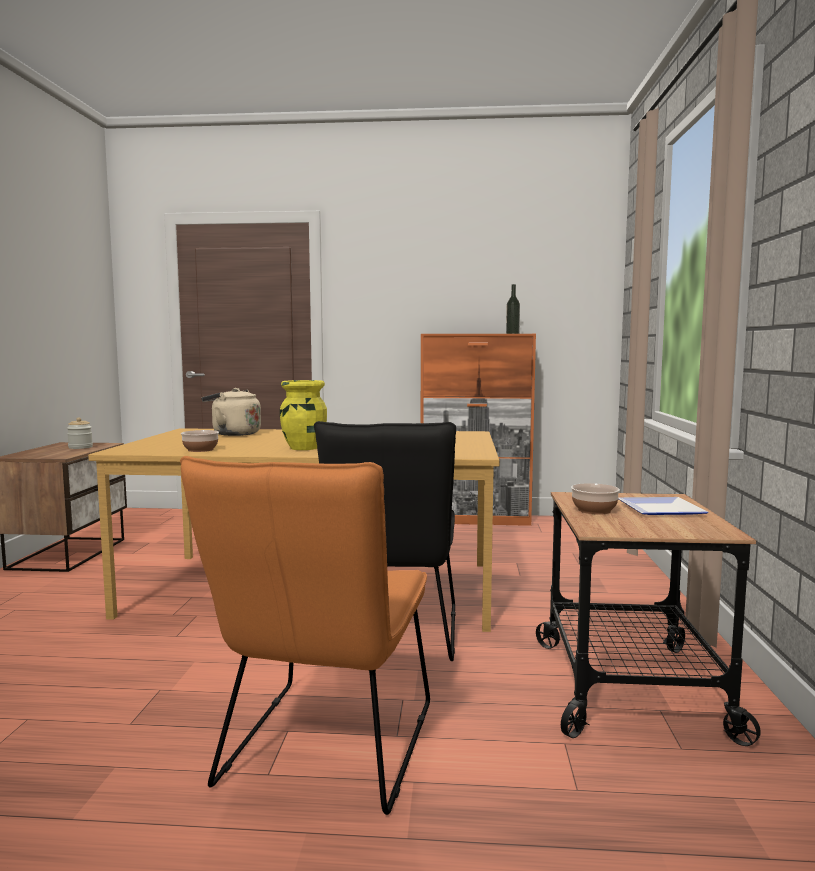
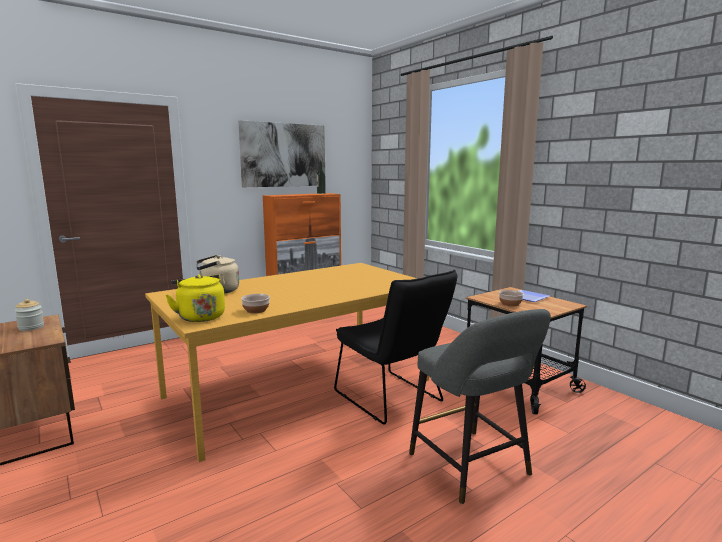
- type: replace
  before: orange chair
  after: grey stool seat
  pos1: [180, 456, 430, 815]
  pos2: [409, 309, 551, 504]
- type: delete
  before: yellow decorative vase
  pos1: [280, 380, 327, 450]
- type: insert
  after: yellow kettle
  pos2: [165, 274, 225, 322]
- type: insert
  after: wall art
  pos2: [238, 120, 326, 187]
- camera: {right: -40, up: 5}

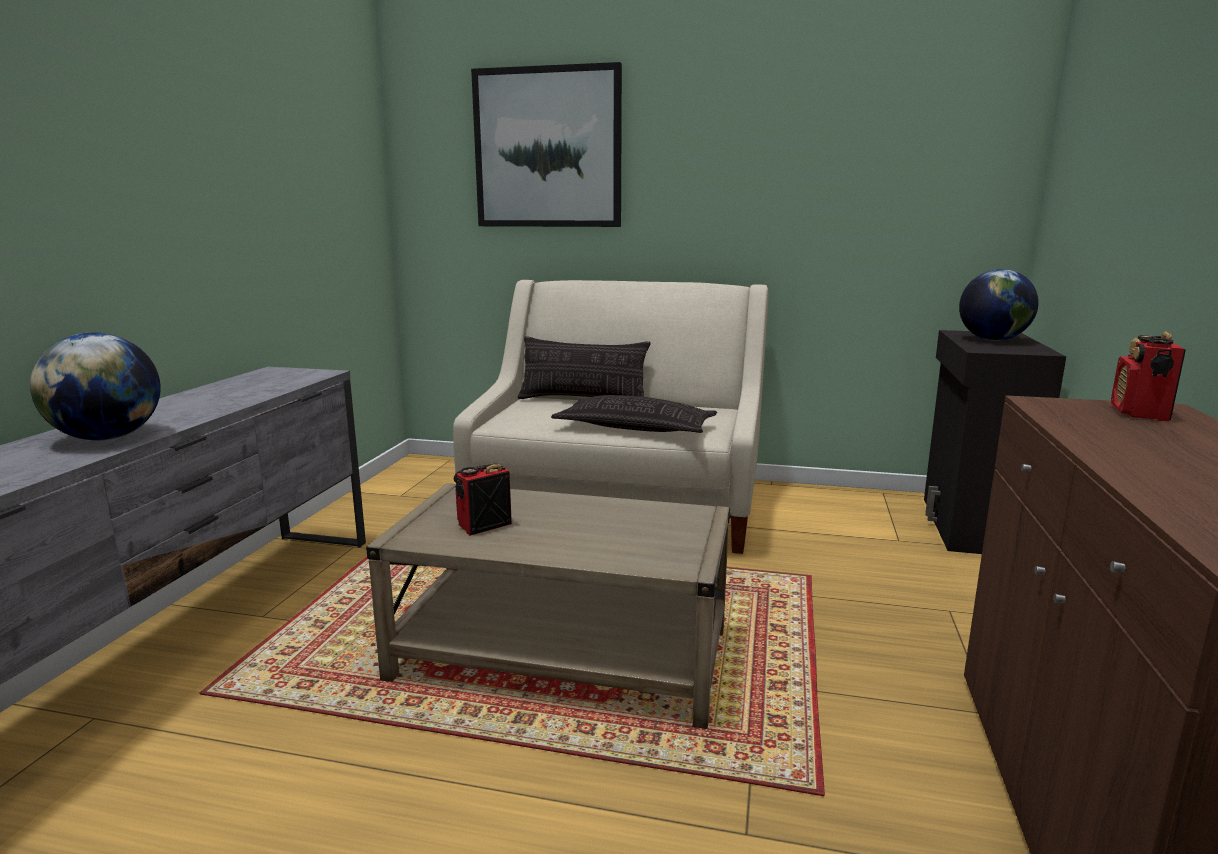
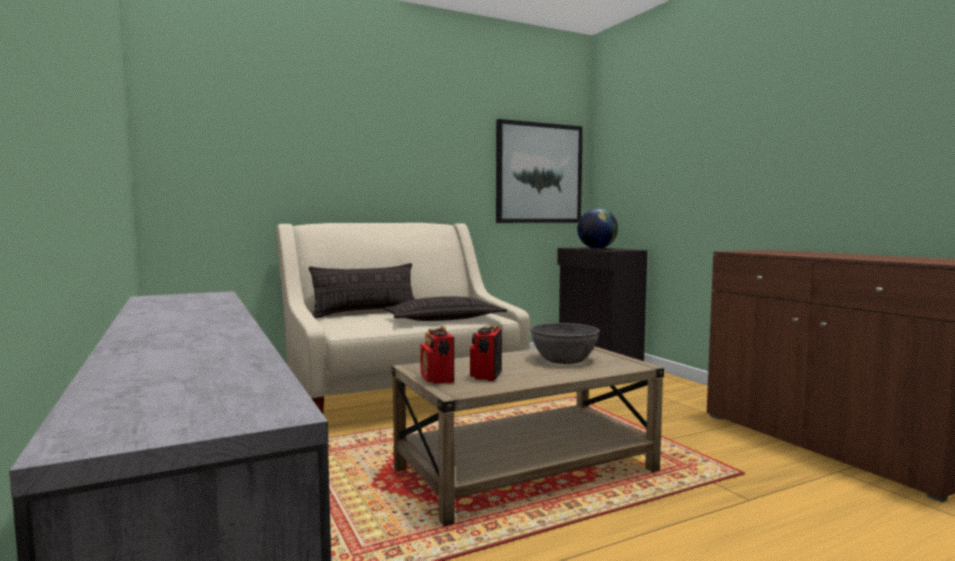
- type: delete
  before: world globe
  pos1: [30, 332, 161, 440]
- type: move
  before: wall art
  pos1: [471, 62, 622, 227]
  pos2: [496, 119, 583, 223]
- type: move
  before: radio
  pos1: [1111, 332, 1186, 422]
  pos2: [420, 326, 454, 384]
- type: insert
  after: grey serving bowl
  pos2: [530, 323, 600, 364]
- camera: {right: -40, up: -10}

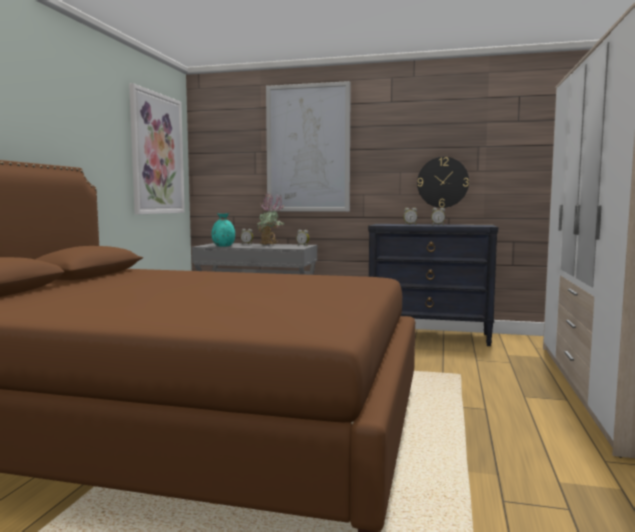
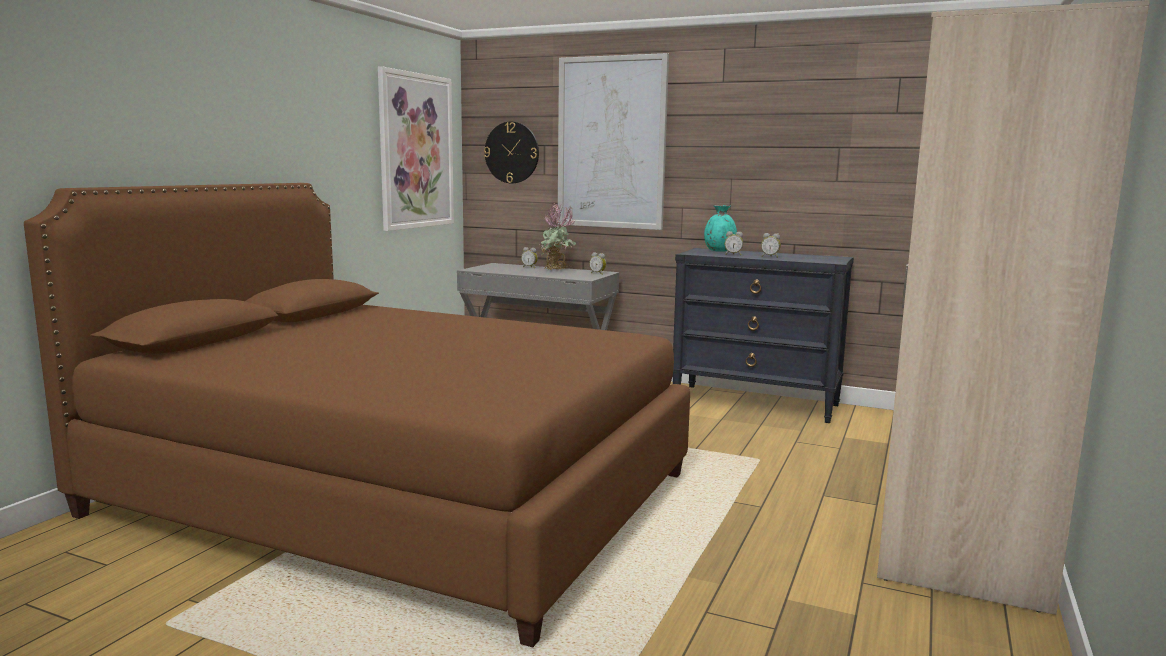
- type: move
  before: turquoise decorative vase
  pos1: [212, 213, 235, 247]
  pos2: [704, 205, 737, 252]
- type: move
  before: wall clock
  pos1: [417, 157, 469, 208]
  pos2: [484, 122, 539, 184]
- camera: {right: 10, up: 5}

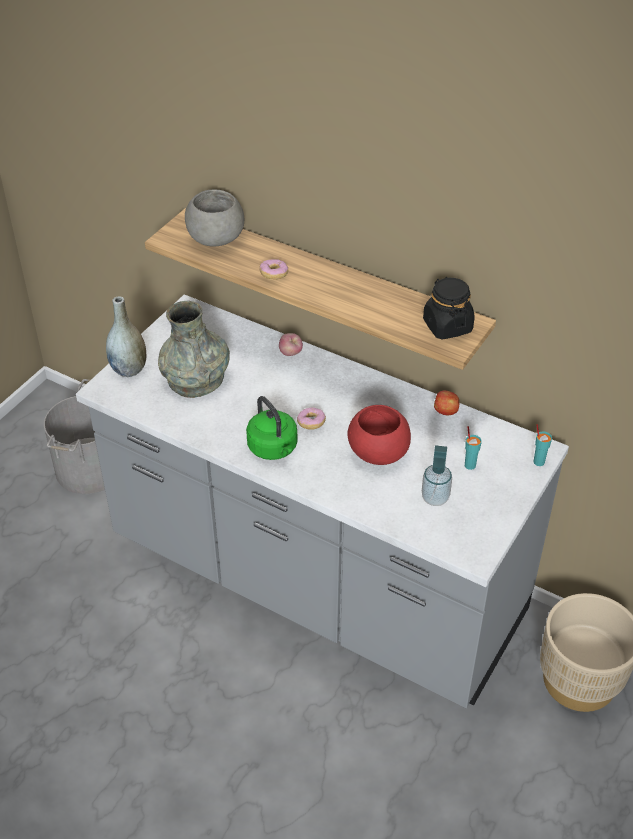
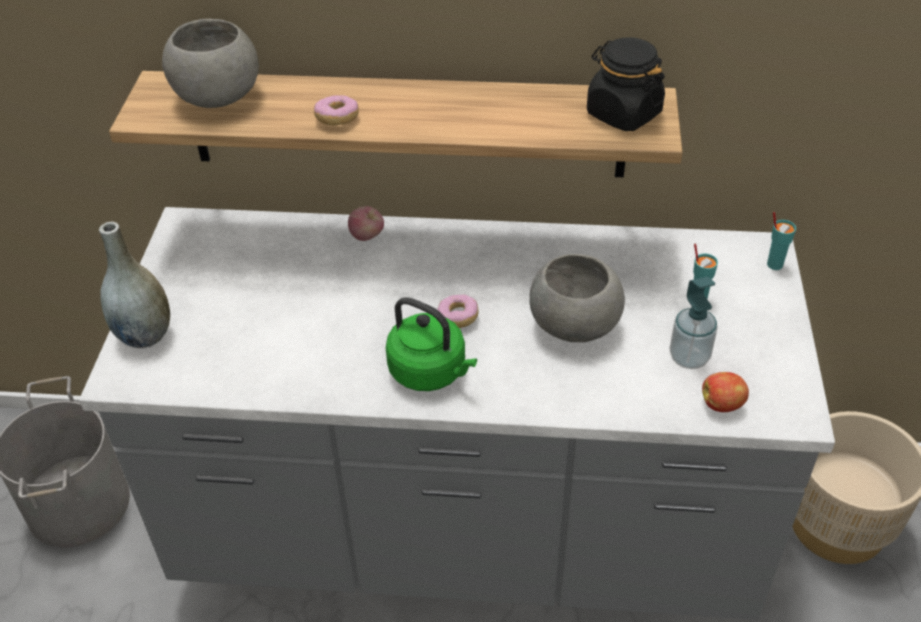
- type: delete
  before: grey decorative vase
  pos1: [158, 301, 230, 398]
- type: recolor
  before: reddish serving bowl
  after: grey serving bowl
  pos1: [347, 405, 411, 465]
  pos2: [529, 254, 625, 342]
- type: move
  before: apple fruit
  pos1: [434, 391, 459, 415]
  pos2: [702, 372, 749, 412]
- camera: {right: -25, up: 0}

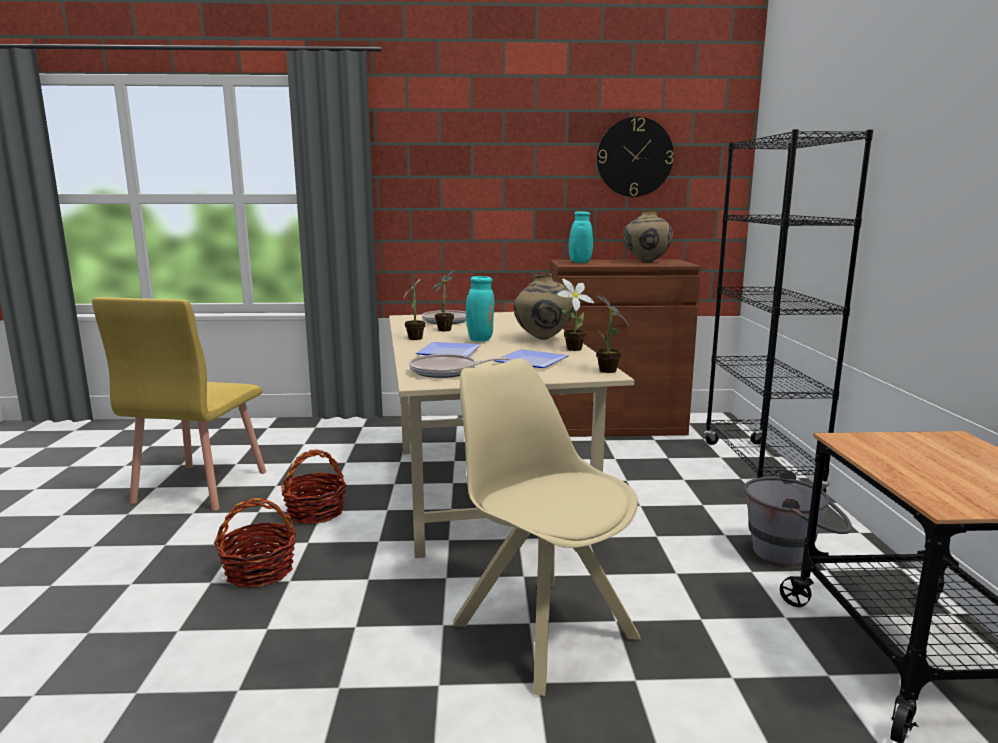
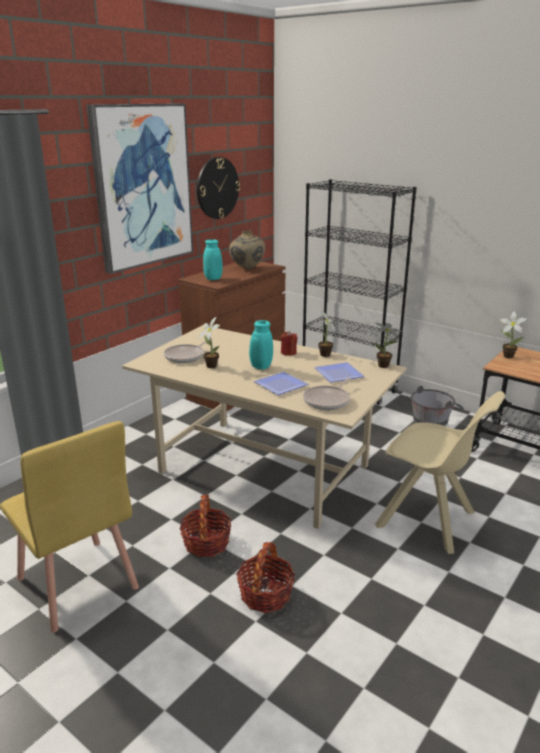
- type: move
  before: plant in a pot
  pos1: [402, 279, 425, 340]
  pos2: [500, 312, 527, 358]
- type: rotate
  before: beige chair
  pos1: [453, 358, 641, 696]
  pos2: [375, 391, 505, 554]
  turn: -150
- type: replace
  before: beige decorative vase
  after: reddish wax light
  pos1: [514, 274, 574, 340]
  pos2: [281, 331, 298, 356]
- type: insert
  after: wall art
  pos2: [86, 103, 193, 274]
- camera: {right: -50, up: 10}

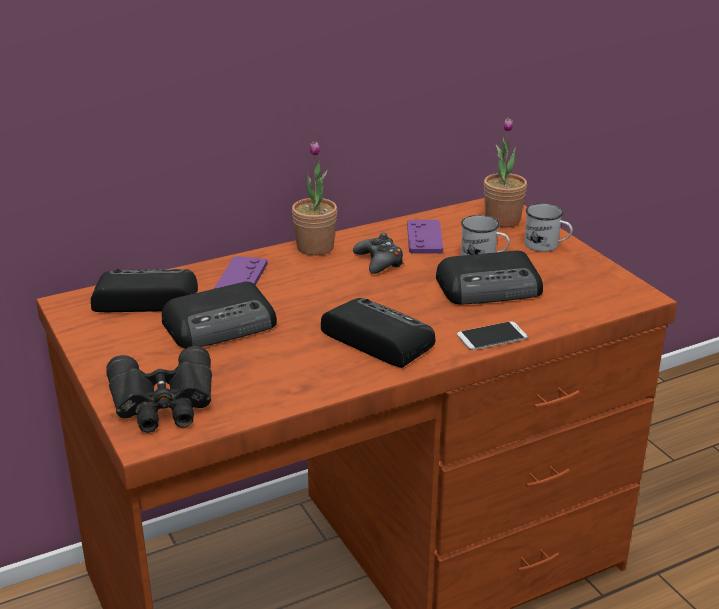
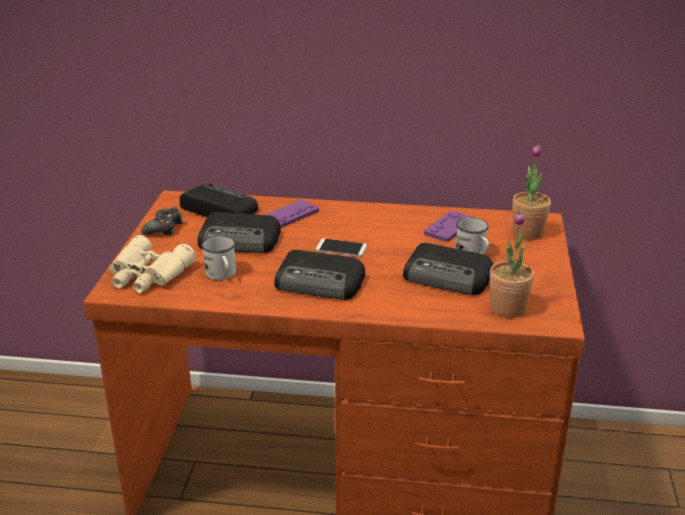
- type: recolor
  before: blackish pair of binoculars
  after: beige pair of binoculars
  pos1: [106, 346, 212, 433]
  pos2: [110, 235, 196, 293]
- type: move
  before: plant in a pot
  pos1: [292, 141, 337, 256]
  pos2: [490, 212, 534, 318]
- type: rotate
  before: radio
  pos1: [321, 298, 435, 368]
  pos2: [274, 250, 365, 300]
  turn: 120
- type: move
  before: blackish gamepad
  pos1: [353, 233, 404, 274]
  pos2: [141, 207, 183, 236]
- type: move
  before: telephone
  pos1: [457, 321, 528, 350]
  pos2: [316, 239, 367, 257]
- type: move
  before: whitish tea mug
  pos1: [524, 203, 573, 252]
  pos2: [201, 236, 236, 280]
- camera: {right: 35, up: 0}

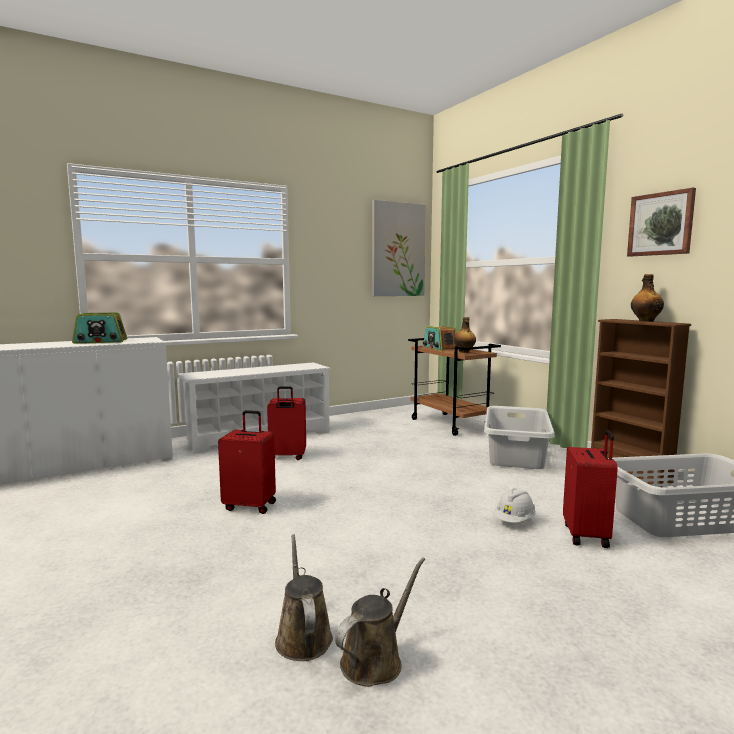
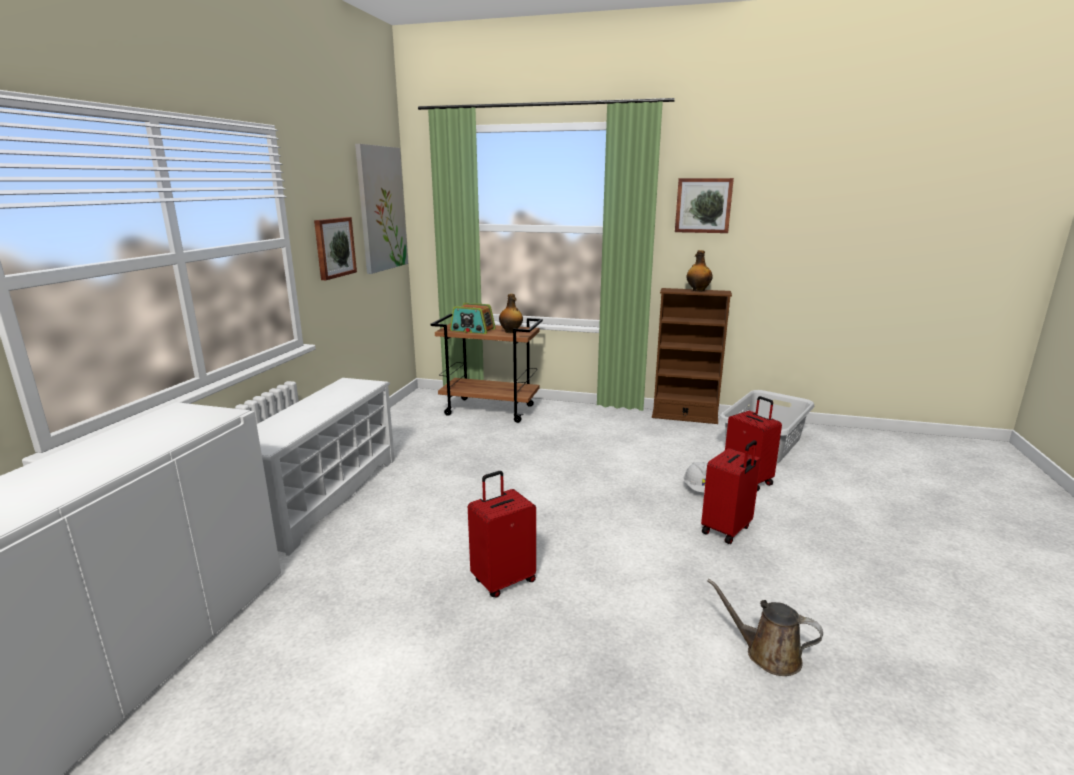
- type: delete
  before: radio
  pos1: [72, 312, 127, 344]
- type: move
  before: reddish piece of luggage
  pos1: [267, 386, 306, 460]
  pos2: [701, 440, 761, 544]
- type: delete
  before: brownish sprinkling can
  pos1: [335, 558, 425, 687]
- type: delete
  before: grey laundry basket
  pos1: [484, 406, 555, 469]
- type: insert
  after: wall art
  pos2: [314, 217, 357, 280]
- camera: {right: -45, up: 10}

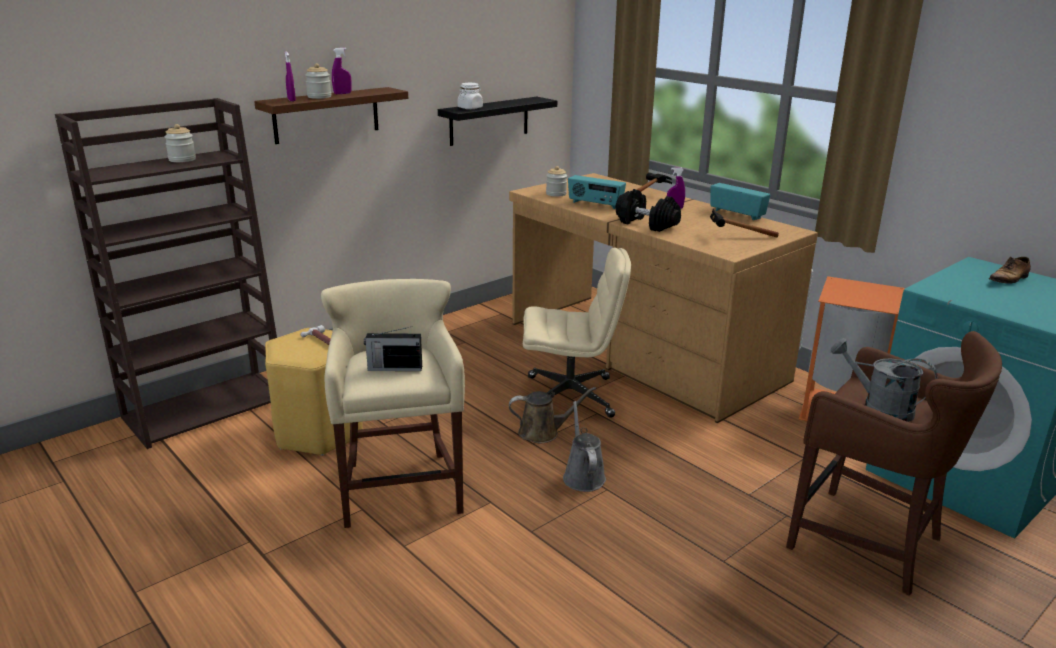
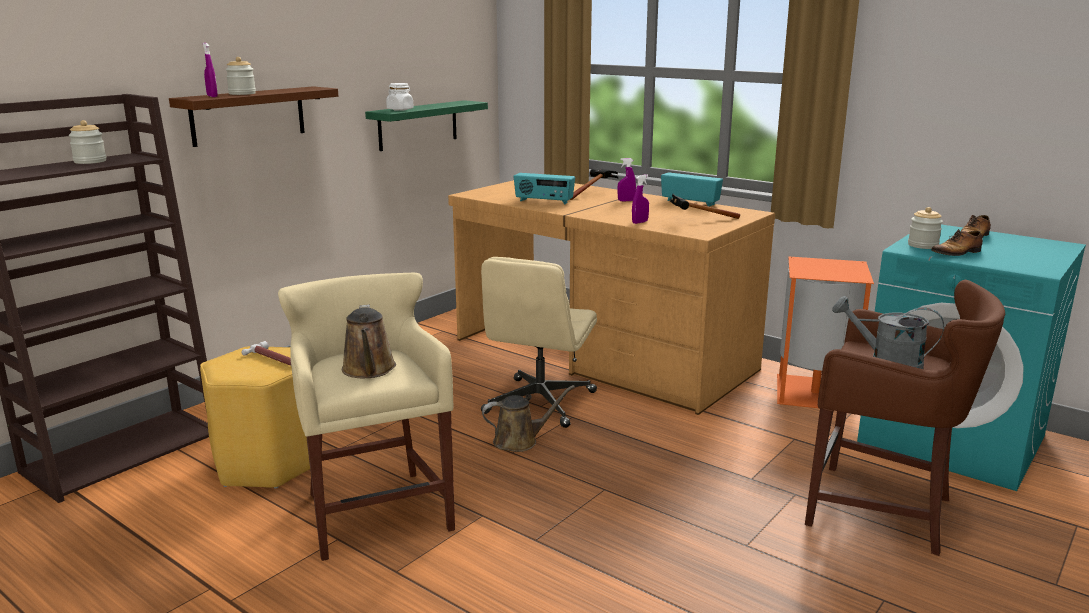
- type: move
  before: purple sprayer
  pos1: [332, 48, 352, 94]
  pos2: [632, 174, 649, 224]
- type: replace
  before: radio
  after: brownish sprinkling can
  pos1: [364, 327, 422, 371]
  pos2: [342, 304, 396, 378]
- type: recolor
  before: blackish shelf
  after: greenish shelf
  pos1: [438, 97, 557, 146]
  pos2: [365, 100, 488, 151]
- type: rotate
  before: beige desk chair
  pos1: [523, 248, 631, 418]
  pos2: [481, 257, 597, 428]
  turn: 120
- type: move
  before: jar
  pos1: [546, 166, 567, 197]
  pos2: [908, 207, 943, 249]
- type: delete
  before: grey sprinkling can
  pos1: [563, 401, 606, 492]
- type: delete
  before: blackish dumbbell
  pos1: [615, 189, 681, 232]
- type: insert
  after: low shoe
  pos2: [931, 229, 983, 256]
- camera: {right: -10, up: -5}

